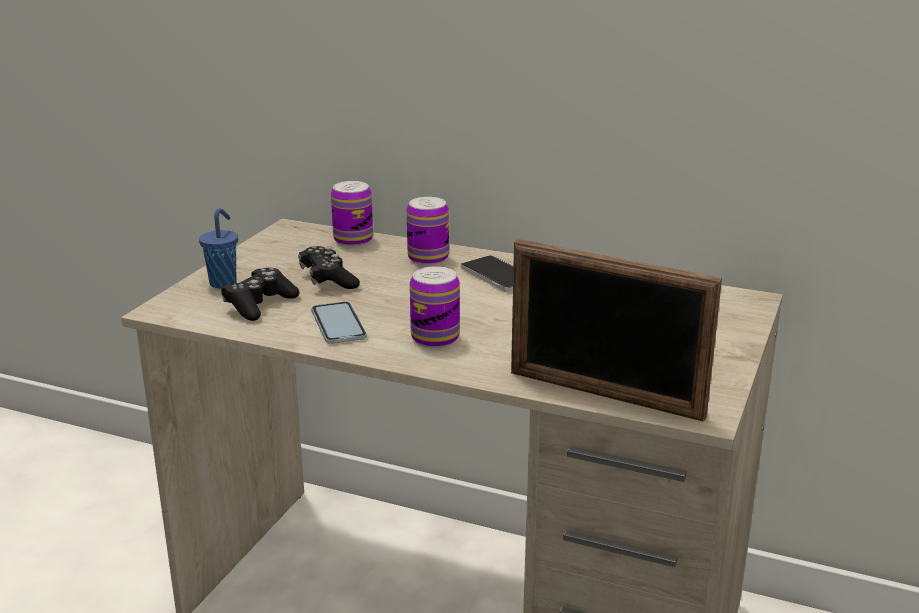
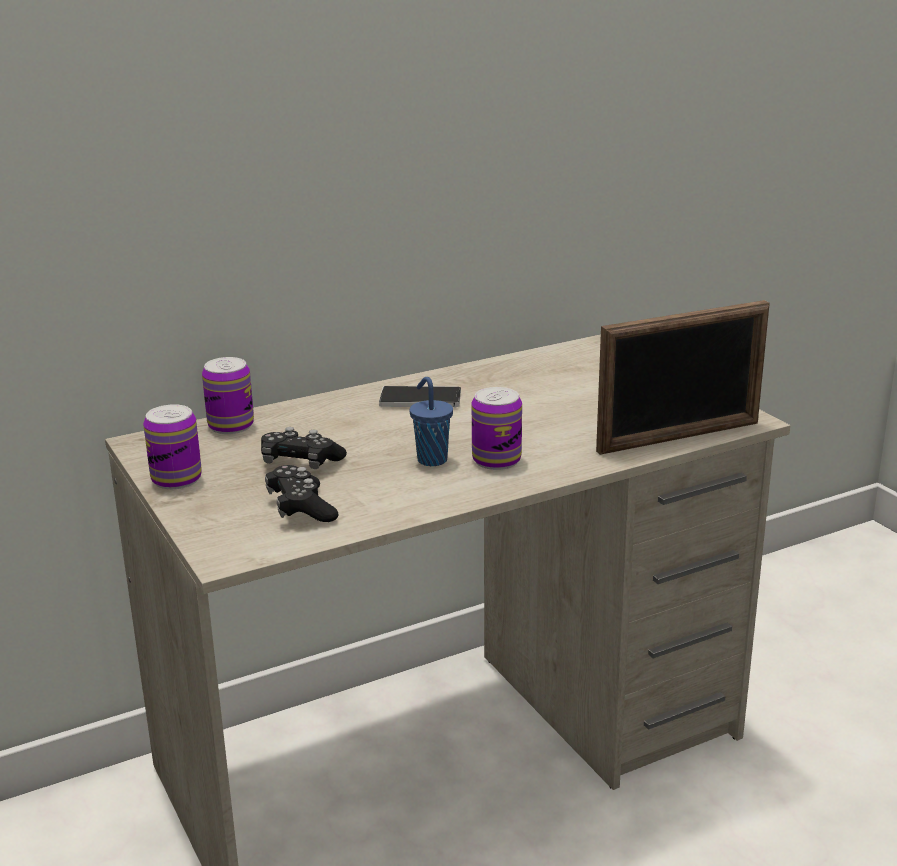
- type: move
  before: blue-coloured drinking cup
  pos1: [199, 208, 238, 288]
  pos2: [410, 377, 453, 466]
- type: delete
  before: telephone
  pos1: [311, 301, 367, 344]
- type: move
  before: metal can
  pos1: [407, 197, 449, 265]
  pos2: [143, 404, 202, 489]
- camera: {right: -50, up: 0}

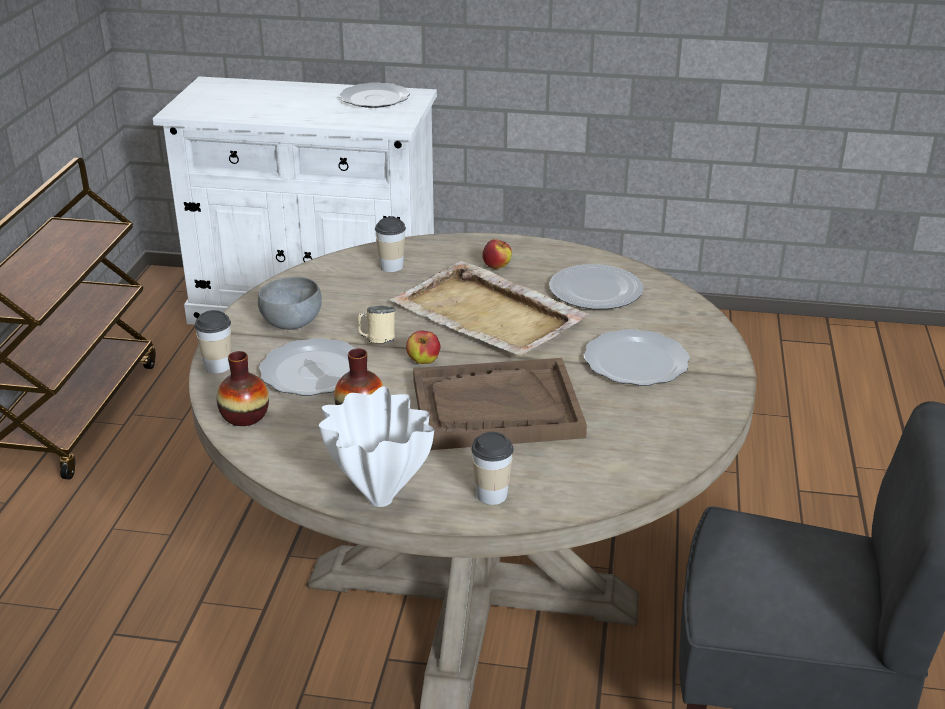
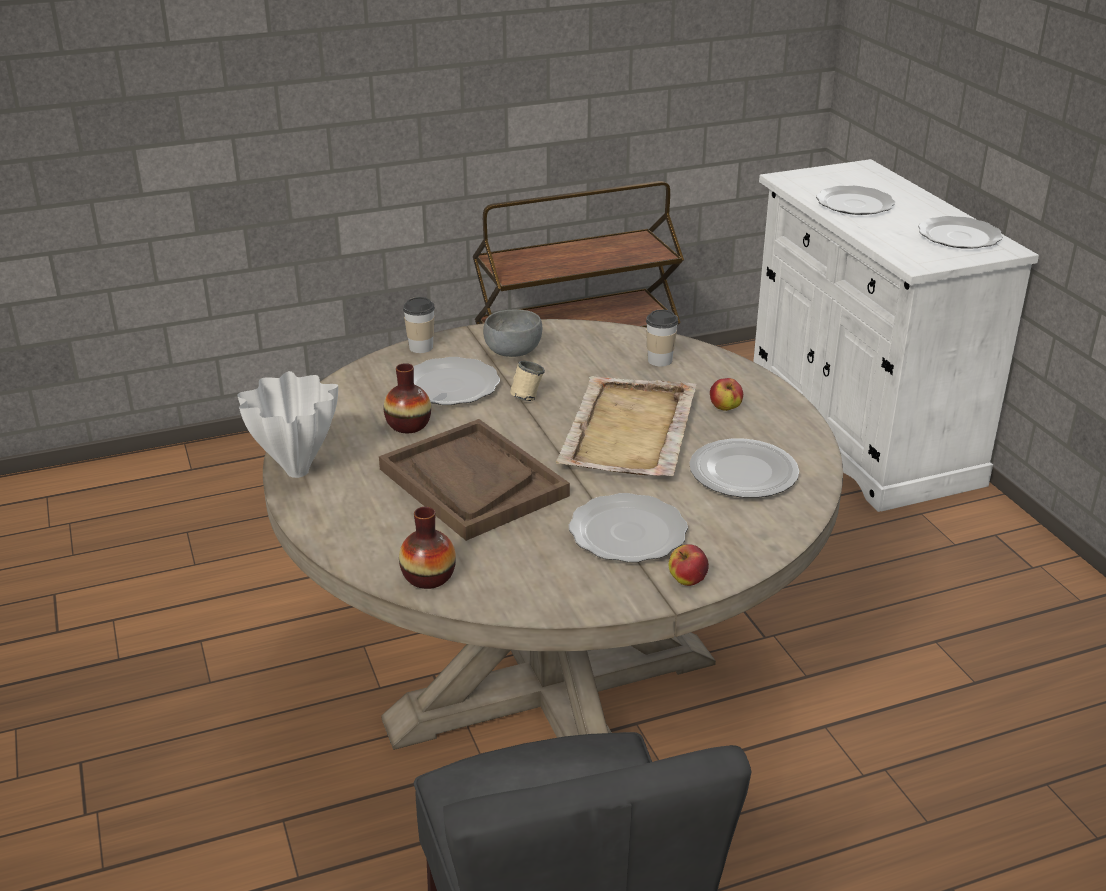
- type: move
  before: decorative vase
  pos1: [216, 351, 269, 426]
  pos2: [399, 507, 456, 589]
- type: move
  before: apple fruit
  pos1: [406, 330, 441, 364]
  pos2: [669, 544, 709, 586]
- type: delete
  before: drinking cup
  pos1: [471, 432, 514, 505]
- type: insert
  after: dinner plate
  pos2: [816, 186, 895, 215]
- camera: {right: 60, up: 0}

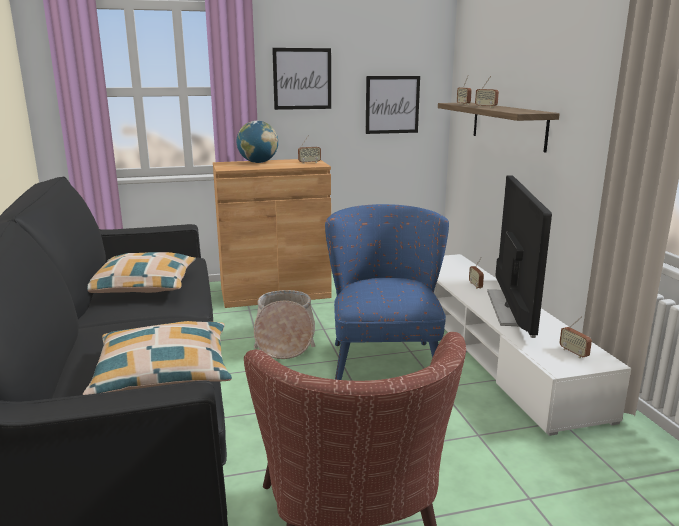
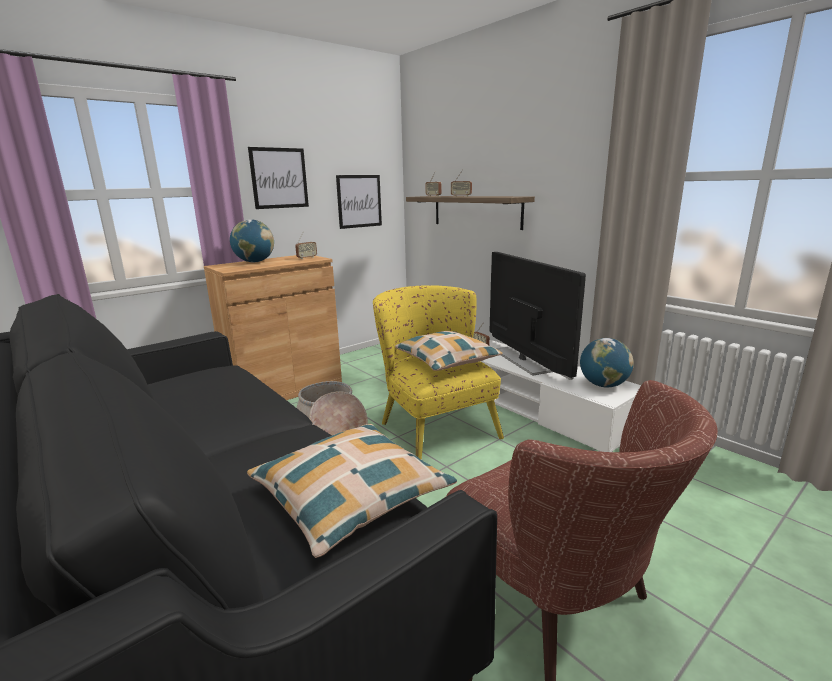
- type: move
  before: cushion
  pos1: [87, 252, 196, 293]
  pos2: [395, 331, 502, 371]
- type: recolor
  before: blue-coloured lounge chair
  after: yellow lounge chair
  pos1: [325, 204, 449, 380]
  pos2: [373, 285, 504, 460]
- type: replace
  before: radio
  after: world globe
  pos1: [559, 316, 592, 358]
  pos2: [580, 338, 634, 387]
- camera: {right: -25, up: 0}

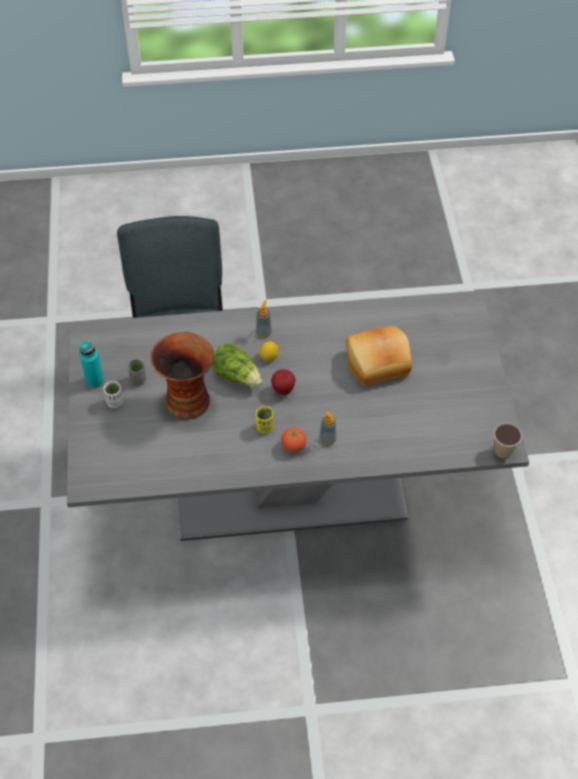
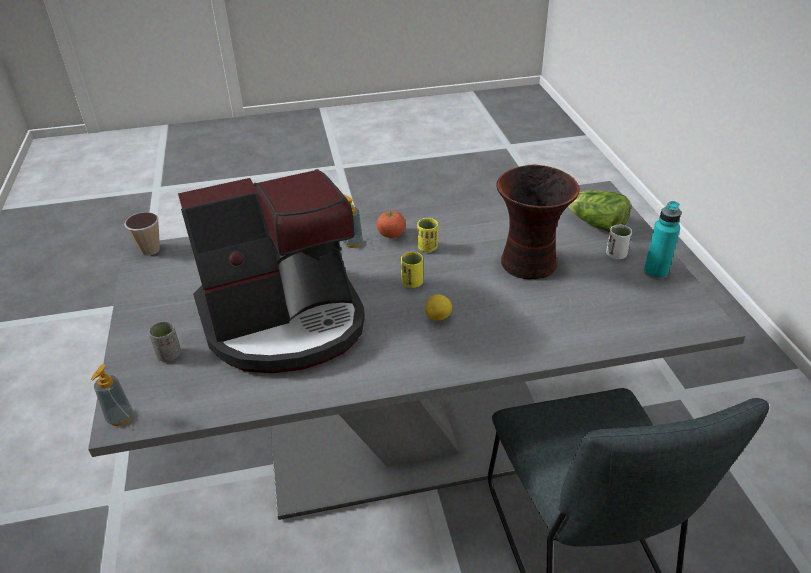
- type: move
  before: grey drinking cup
  pos1: [127, 359, 146, 385]
  pos2: [149, 321, 181, 362]
- type: move
  before: head of lettuce
  pos1: [212, 343, 262, 386]
  pos2: [567, 190, 631, 232]
- type: move
  before: soap dispenser
  pos1: [256, 300, 272, 338]
  pos2: [91, 364, 133, 426]
- type: replace
  before: apple fruit
  after: yellow drinking cup
  pos1: [271, 369, 296, 395]
  pos2: [401, 252, 423, 288]
- type: replace
  before: baked bread
  after: coffee brewer
  pos1: [346, 326, 412, 386]
  pos2: [178, 169, 365, 373]
- camera: {right: 175, up: -15}

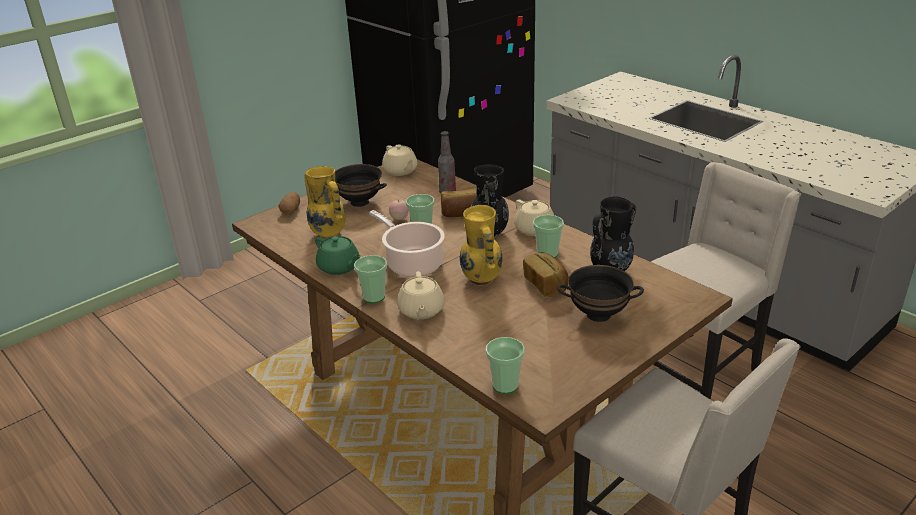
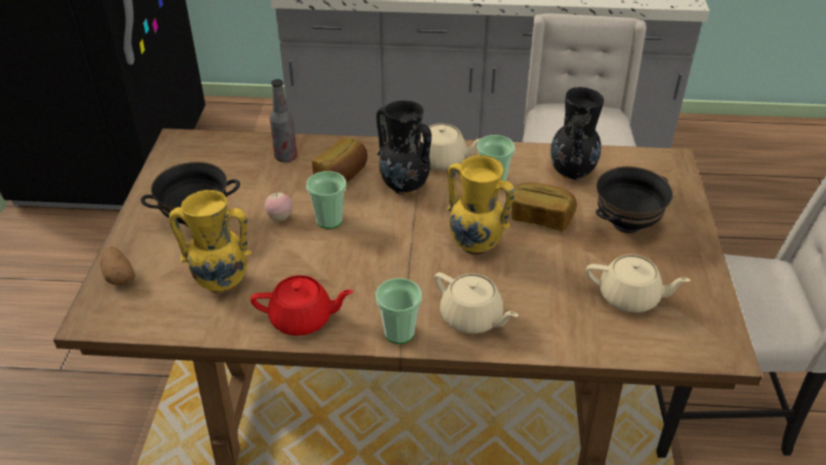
- type: recolor
  before: greenish pot for tea
  after: reddish pot for tea
  pos1: [315, 236, 361, 275]
  pos2: [250, 275, 353, 336]
- type: delete
  before: saucepot
  pos1: [369, 210, 445, 277]
- type: move
  before: beige pot for tea
  pos1: [382, 144, 418, 176]
  pos2: [586, 254, 691, 313]
- type: delete
  before: drinking cup
  pos1: [486, 337, 525, 394]
- camera: {right: -45, up: 10}

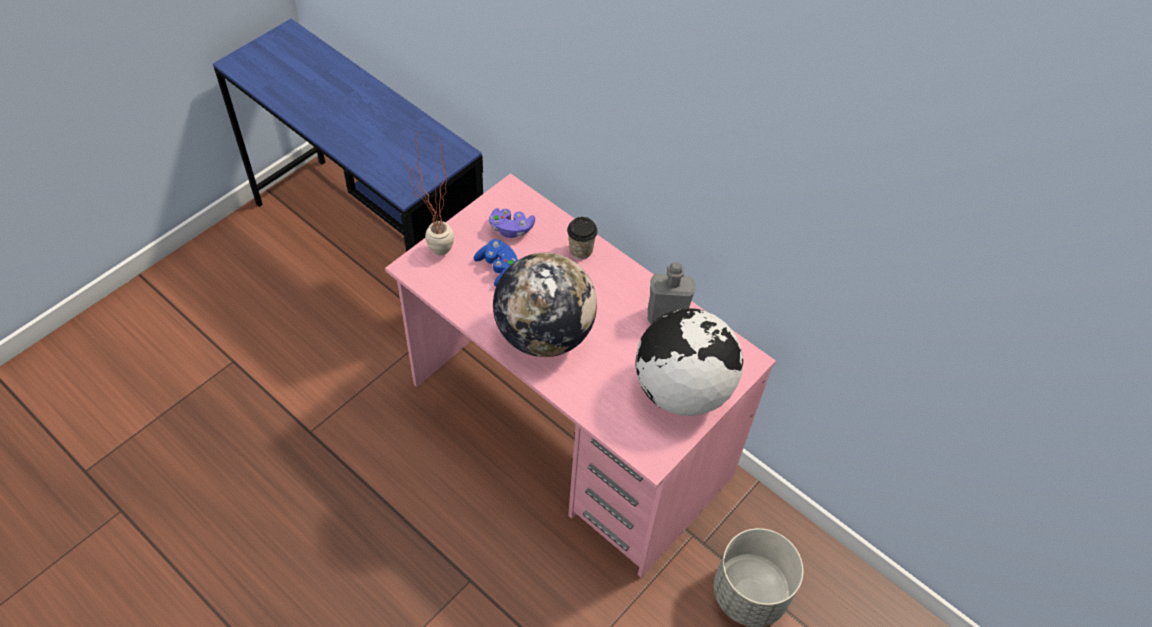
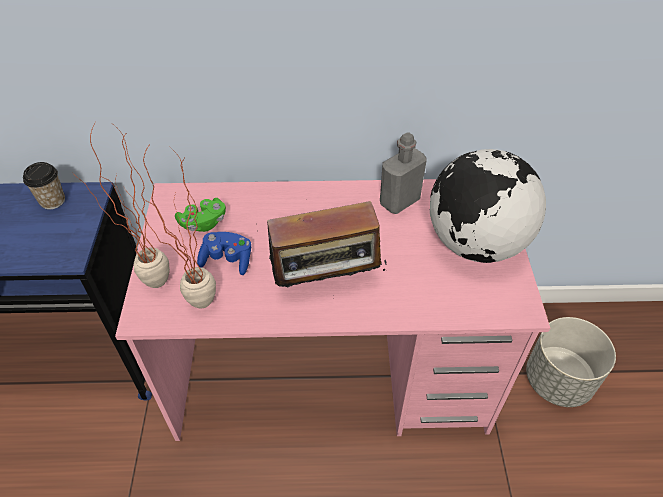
- type: recolor
  before: purple gamepad
  after: greenish gamepad
  pos1: [489, 208, 535, 238]
  pos2: [175, 198, 226, 232]
- type: replace
  before: world globe
  after: radio
  pos1: [493, 253, 597, 357]
  pos2: [267, 201, 387, 287]
- type: move
  before: drinking cup
  pos1: [567, 217, 598, 259]
  pos2: [23, 162, 65, 210]
- type: insert
  after: plant in a pot
  pos2: [124, 146, 216, 308]
- camera: {right: -40, up: -5}

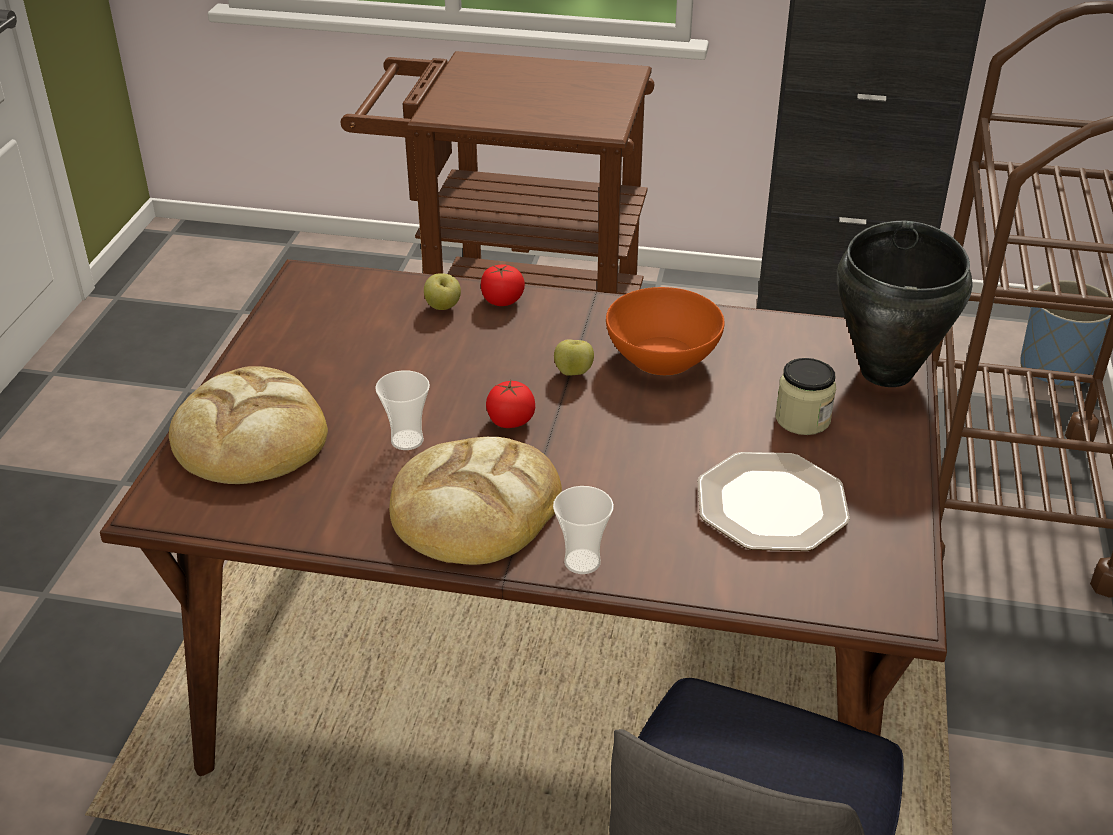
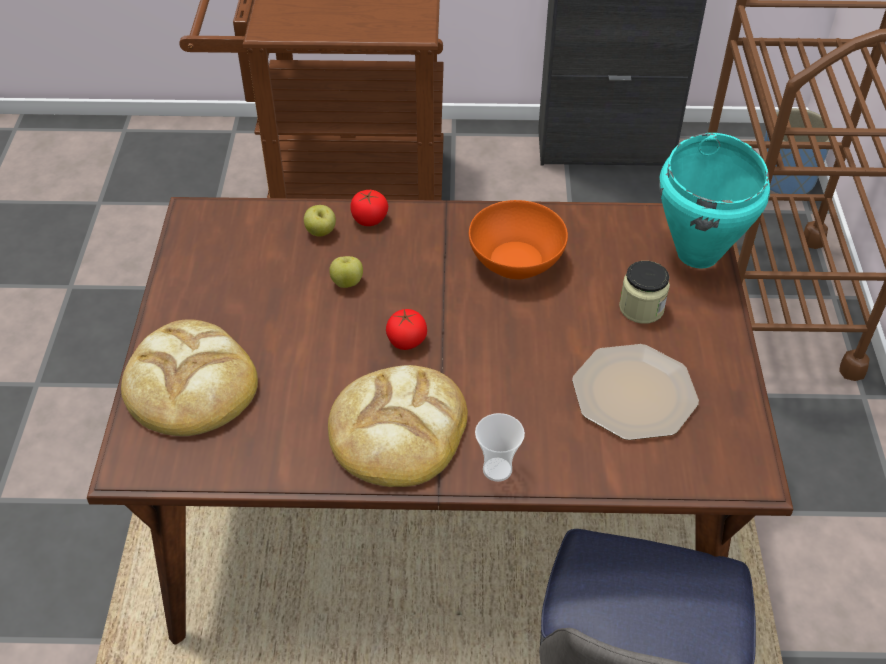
- type: delete
  before: drinking cup
  pos1: [375, 370, 430, 450]
- type: move
  before: apple fruit
  pos1: [554, 339, 594, 376]
  pos2: [329, 256, 363, 288]
- type: recolor
  before: blackish saucepot
  after: turquoise saucepot
  pos1: [837, 220, 972, 387]
  pos2: [659, 133, 770, 268]
- camera: {right: -10, up: 10}

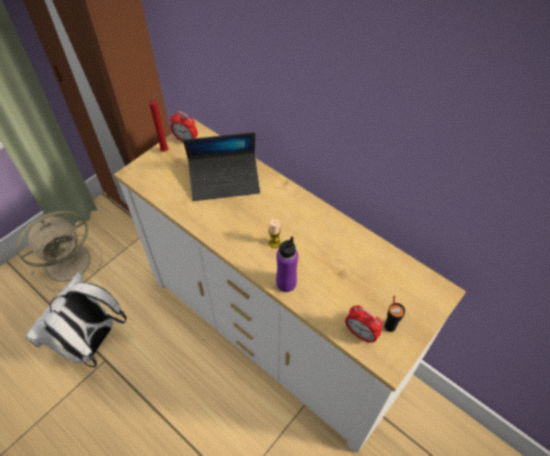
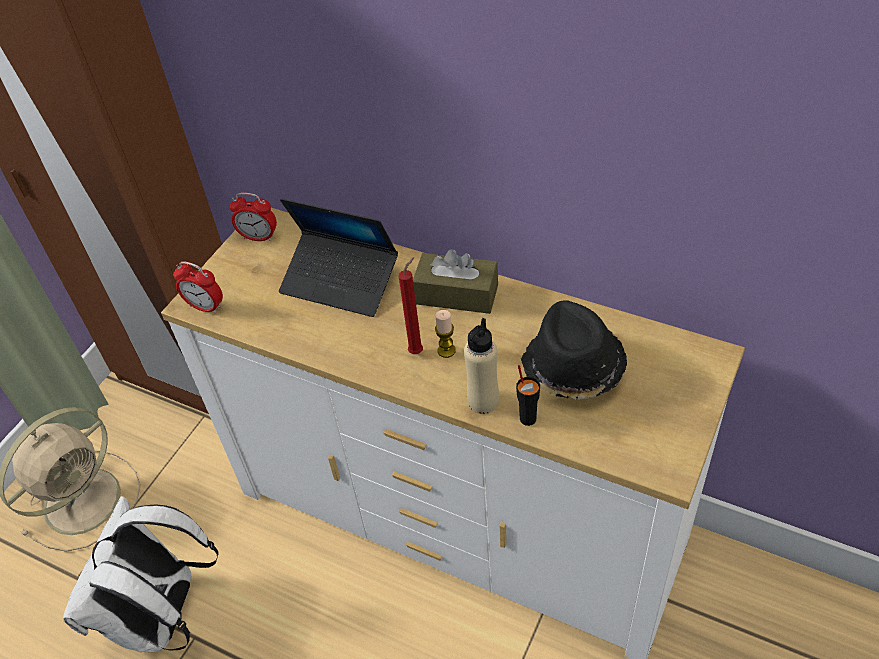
- type: move
  before: reddish wax light
  pos1: [149, 93, 169, 152]
  pos2: [399, 257, 423, 354]
- type: rotate
  before: notebook computer
  pos1: [183, 132, 260, 201]
  pos2: [279, 198, 398, 317]
  turn: 45
- type: recolor
  before: purple drink bottle
  after: beige drink bottle
  pos1: [276, 236, 298, 292]
  pos2: [464, 318, 499, 414]
- type: move
  before: table clock
  pos1: [345, 305, 382, 343]
  pos2: [173, 261, 223, 314]
- type: move
  before: blackish drinking cup
  pos1: [384, 295, 405, 332]
  pos2: [516, 365, 540, 426]
- type: insert
  after: brownish box of tissues
  pos2: [413, 249, 498, 314]
- type: insert
  after: blackish wearable hat
  pos2: [521, 300, 627, 400]
- camera: {right: -10, up: -5}

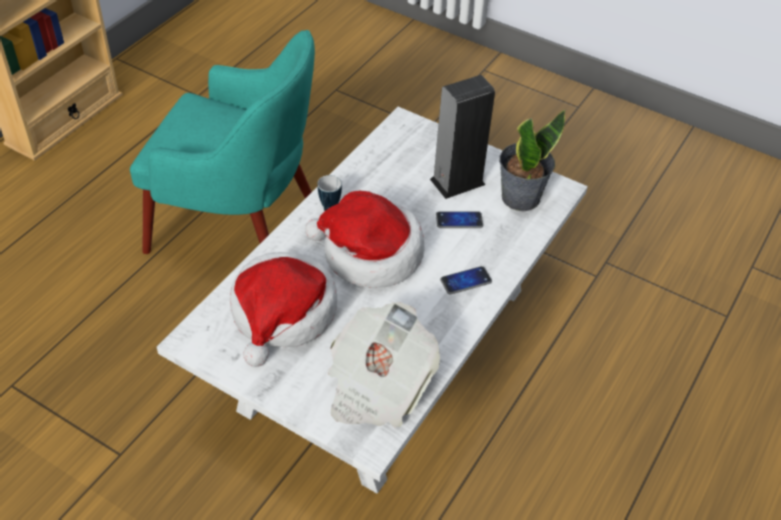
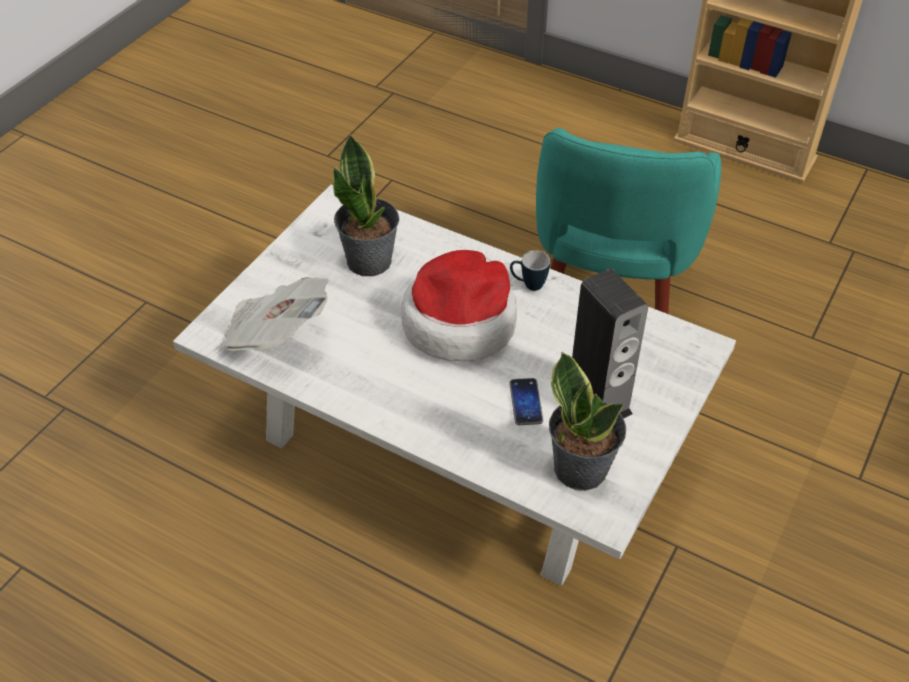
- type: replace
  before: wearable hat
  after: plant in a pot
  pos1: [230, 252, 337, 367]
  pos2: [333, 134, 399, 276]
- type: delete
  before: telephone
  pos1: [440, 266, 492, 294]
- camera: {right: 90, up: 0}

